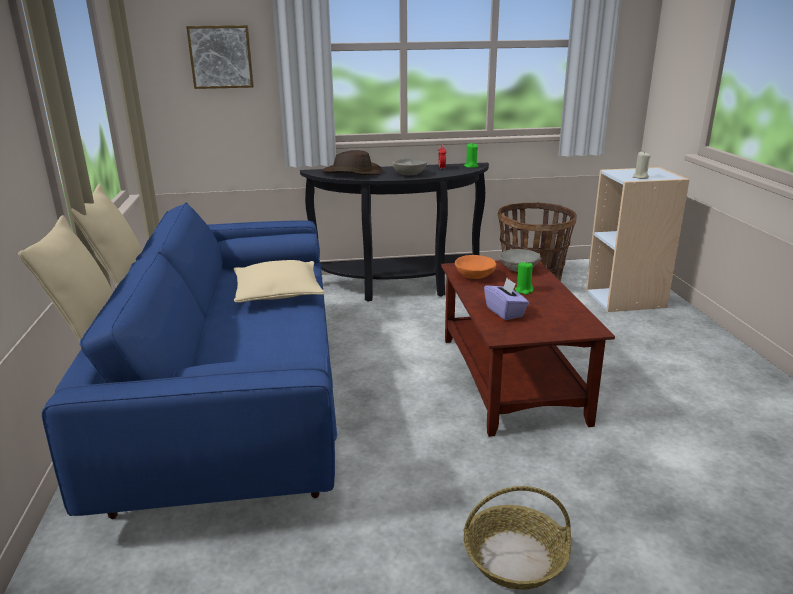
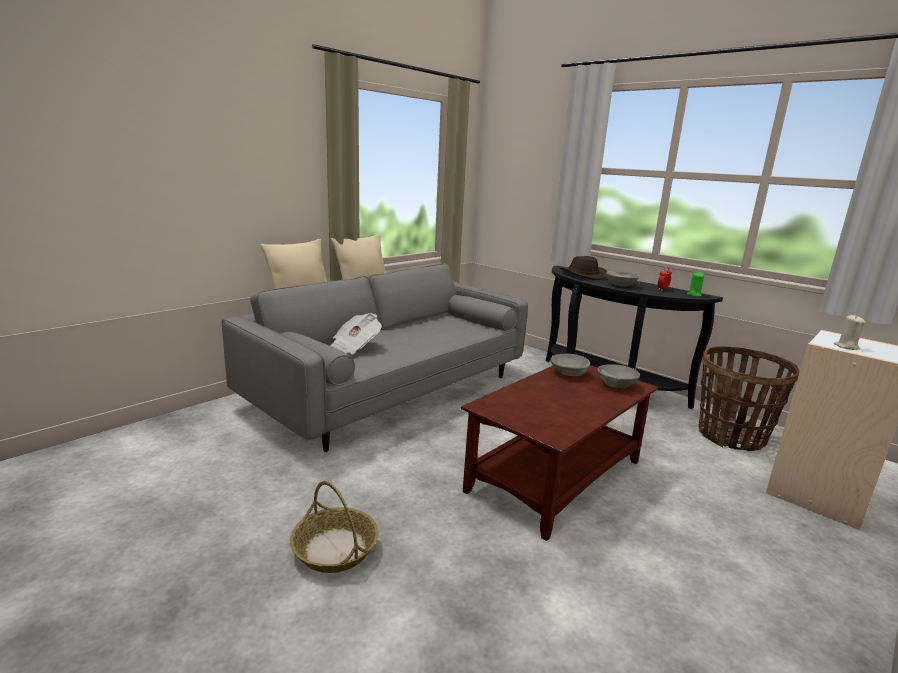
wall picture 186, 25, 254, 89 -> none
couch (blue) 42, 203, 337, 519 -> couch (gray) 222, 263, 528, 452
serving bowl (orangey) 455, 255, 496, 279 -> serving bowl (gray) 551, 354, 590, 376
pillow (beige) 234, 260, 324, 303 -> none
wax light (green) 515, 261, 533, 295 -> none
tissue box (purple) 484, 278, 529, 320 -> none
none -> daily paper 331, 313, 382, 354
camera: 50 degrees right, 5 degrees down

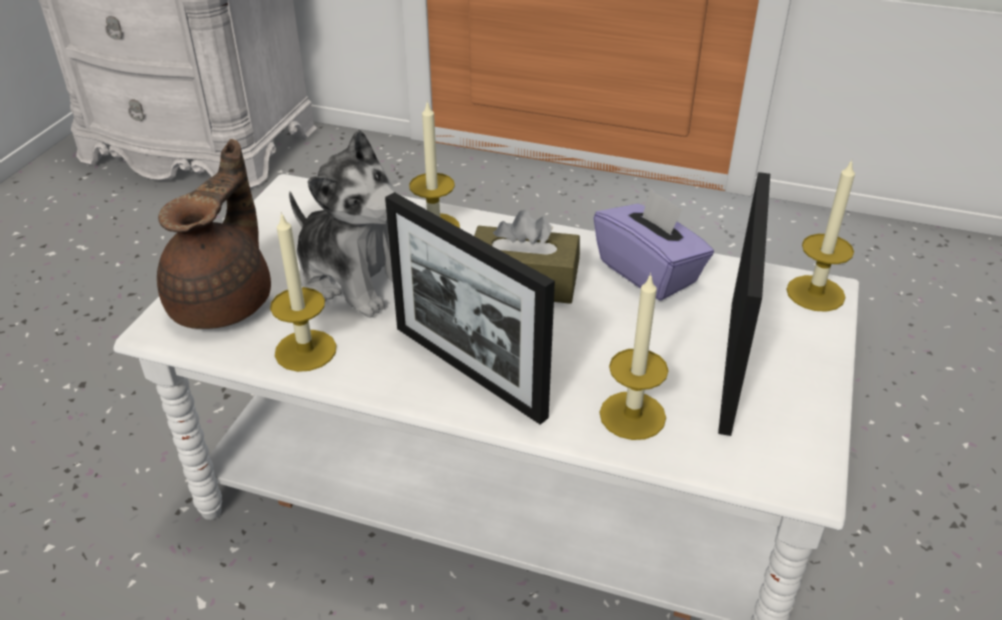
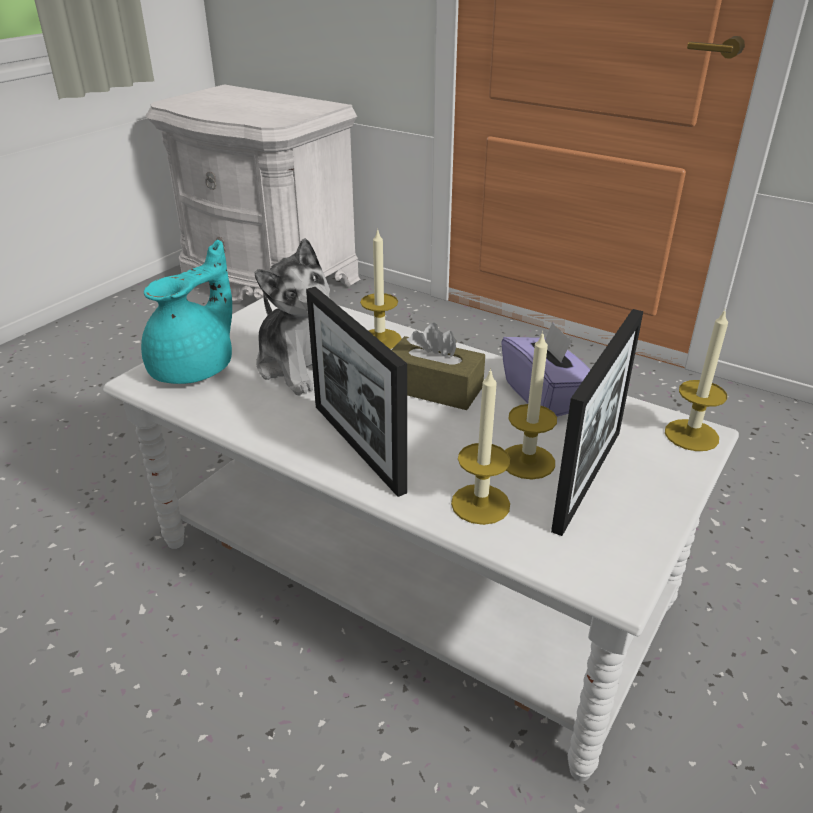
pot for tea (brown-coloured) 157, 139, 271, 329 -> pot for tea (turquoise) 141, 240, 232, 384
wax light 270, 212, 337, 372 -> wax light 505, 331, 557, 479, moved
camera: 15 degrees right, 5 degrees down

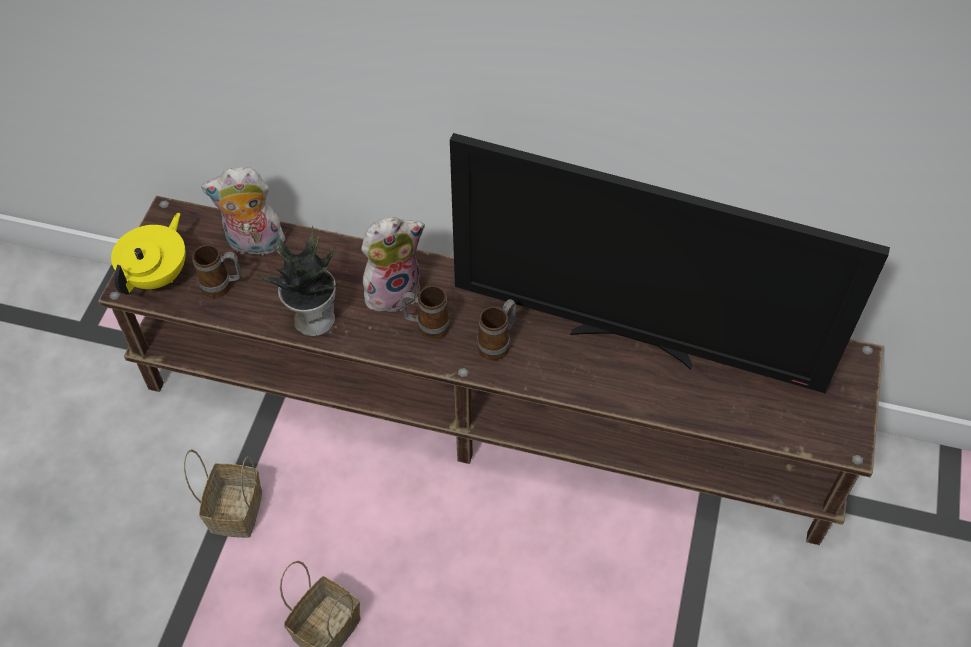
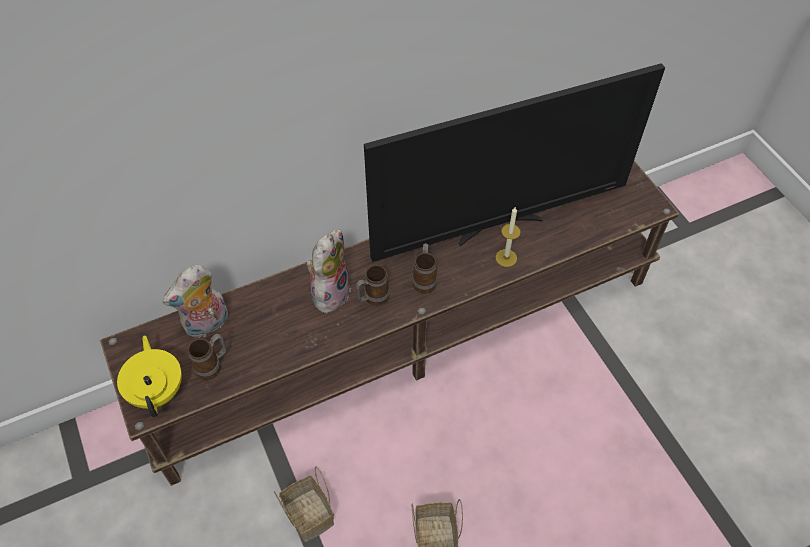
plant in a pot 256, 226, 338, 336 -> none
none -> wax light 496, 207, 521, 267
camera: 40 degrees left, 0 degrees up

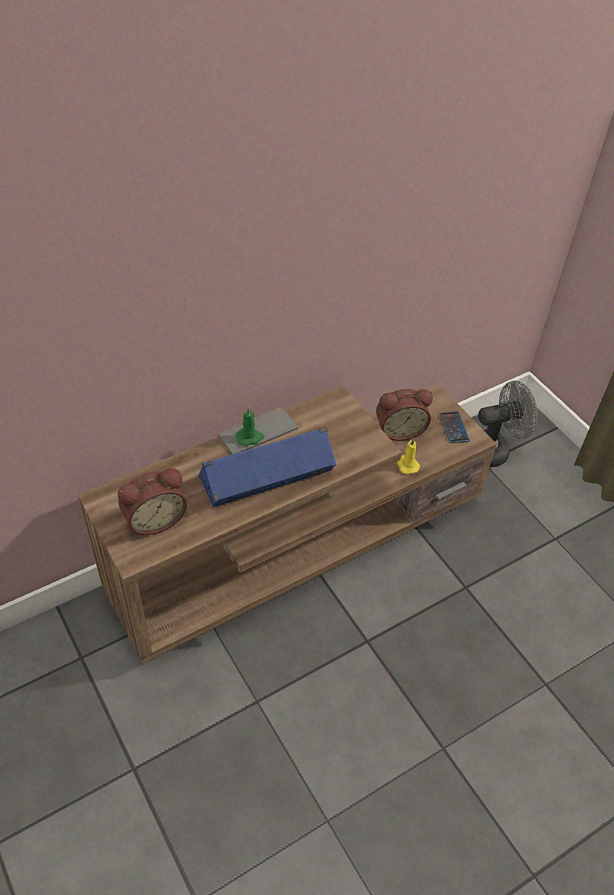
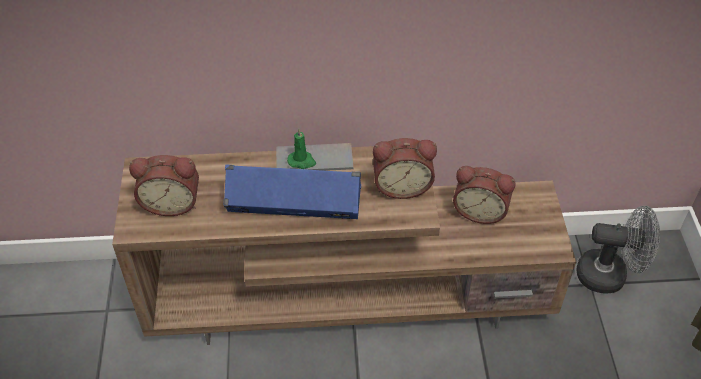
handset 440, 411, 470, 443 -> none
wax light (yellowish) 397, 438, 420, 475 -> none
none -> alarm clock 373, 138, 437, 199
camera: 30 degrees right, 0 degrees up

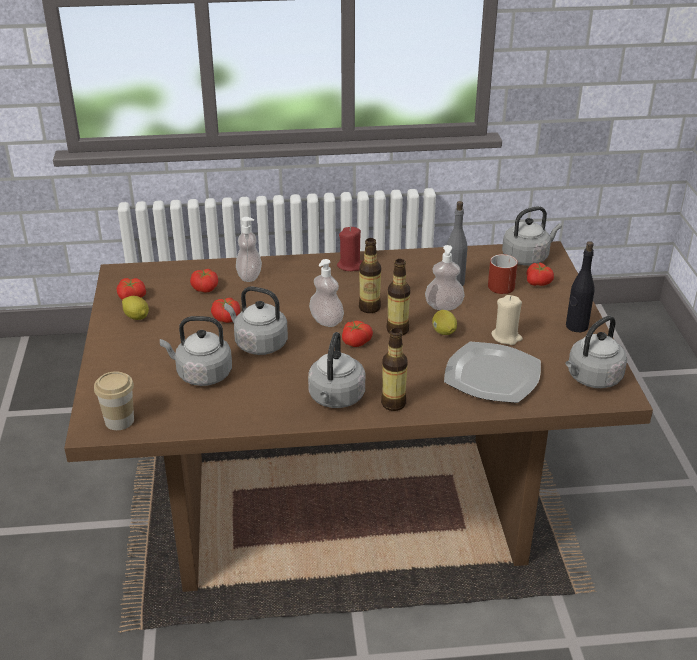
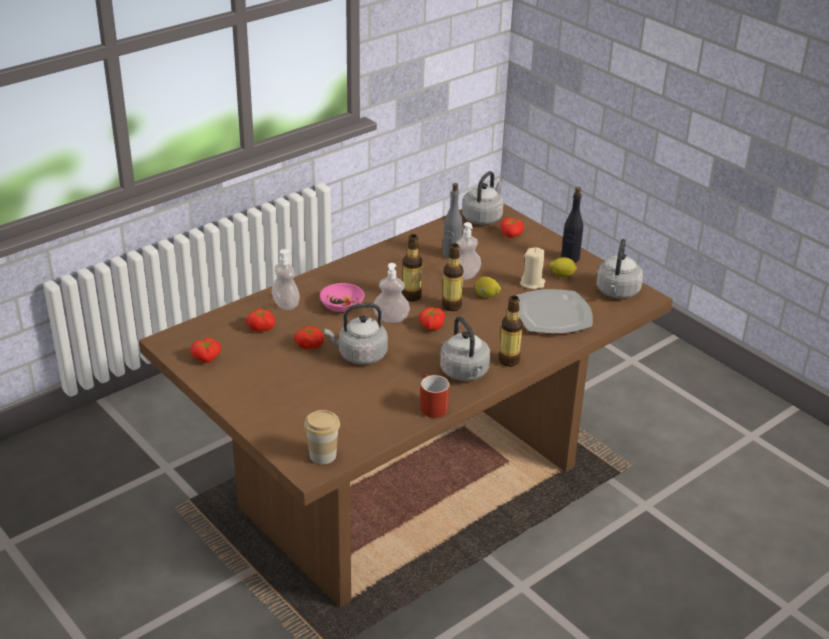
wax light (red-coloured) 337, 227, 363, 271 -> none
mug (red-coloured) 488, 254, 518, 294 -> mug (red-coloured) 420, 374, 450, 418, moved
lemon 122, 296, 149, 320 -> lemon 550, 257, 577, 277, moved
kettle (gray) 160, 316, 232, 386 -> none
none -> serving bowl (pink) 320, 283, 365, 312
camera: 35 degrees left, 0 degrees up

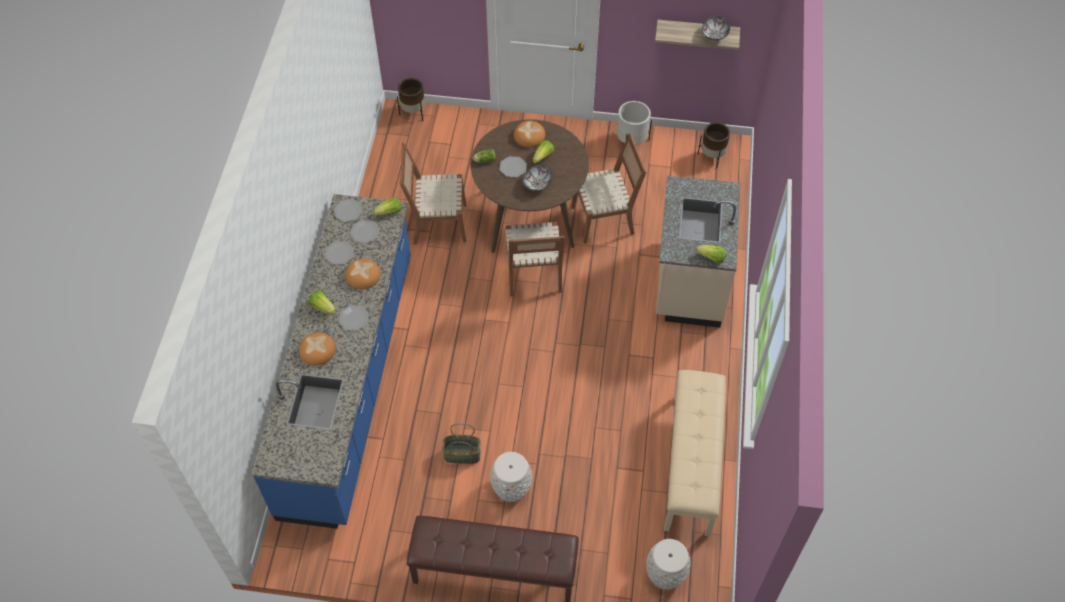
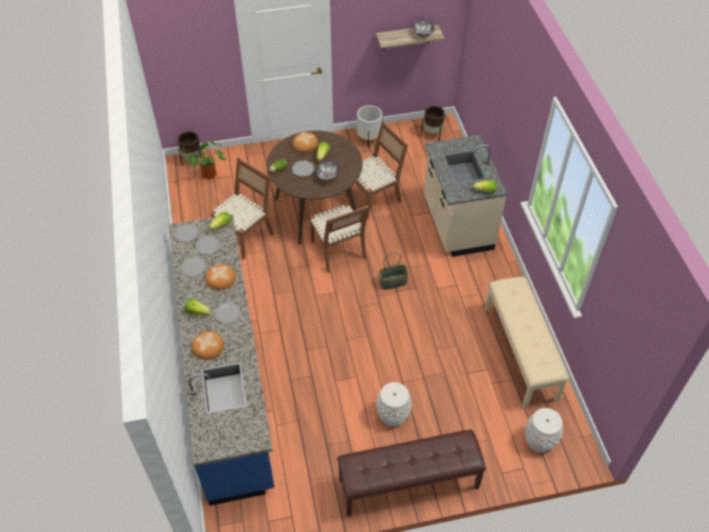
upright chair 400, 142, 467, 244 -> upright chair 211, 158, 274, 259, 150 degrees clockwise
basket 442, 423, 481, 464 -> basket 379, 253, 409, 290, moved
none -> plant in a pot 180, 140, 226, 180
camera: 20 degrees left, 5 degrees down

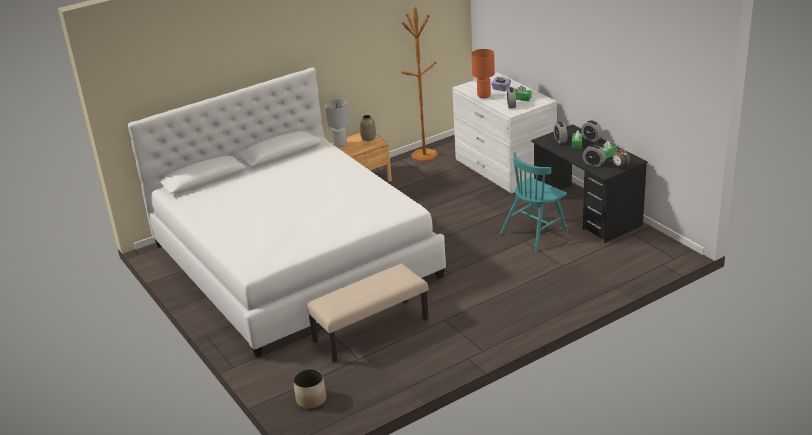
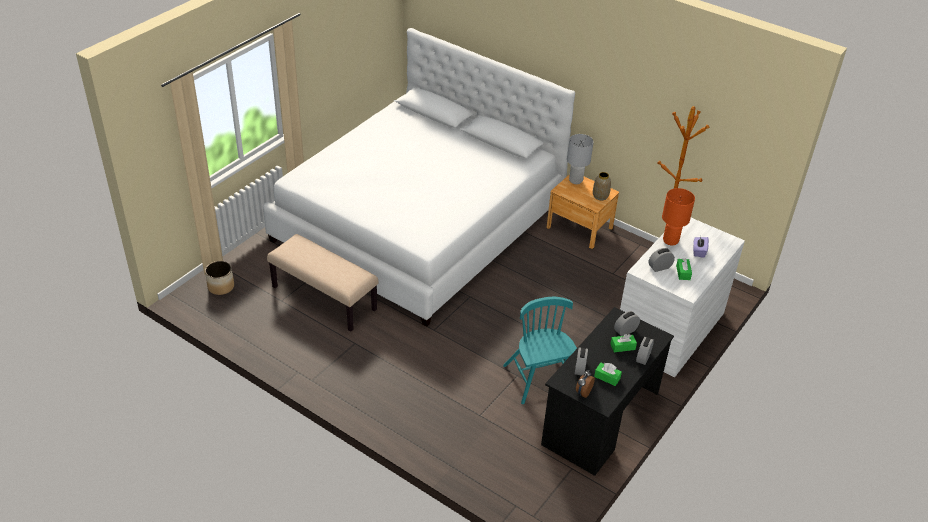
upright chair (turquoise) 500, 153, 568, 252 -> upright chair (turquoise) 503, 297, 577, 404, 45 degrees clockwise
camera: 65 degrees right, 10 degrees up

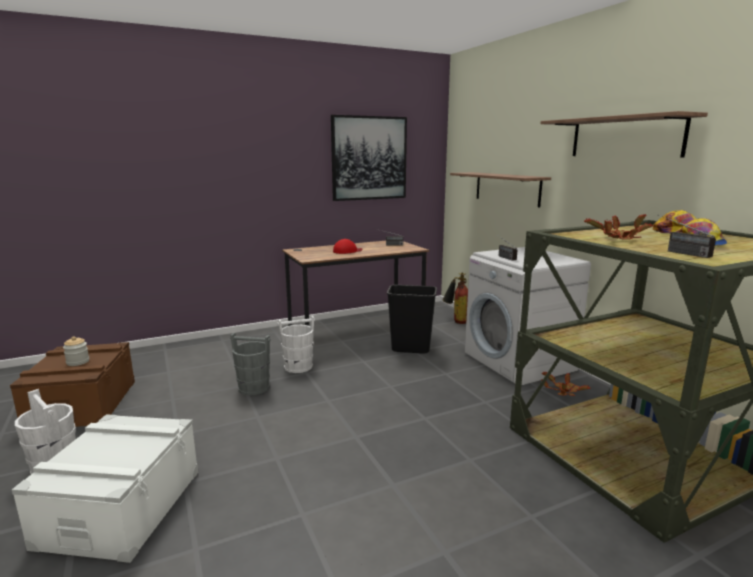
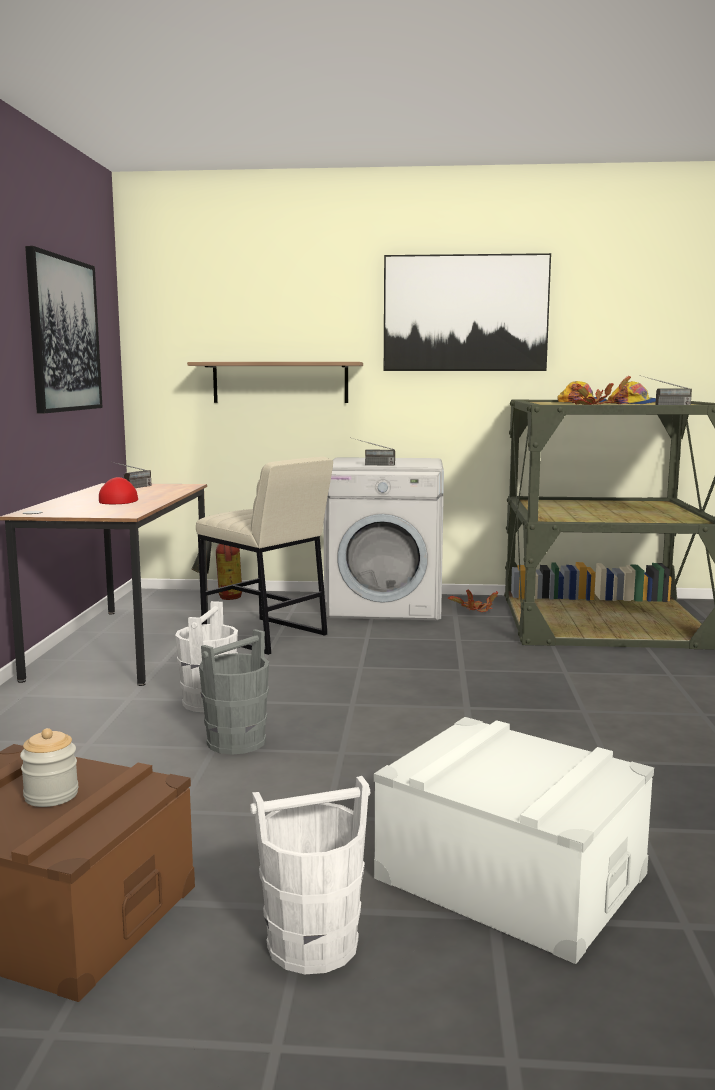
bracket shelf 540, 111, 708, 158 -> wall picture 384, 253, 551, 371
trash can (black) 387, 285, 437, 354 -> upright chair (beige) 196, 457, 333, 655
camera: 60 degrees left, 5 degrees down

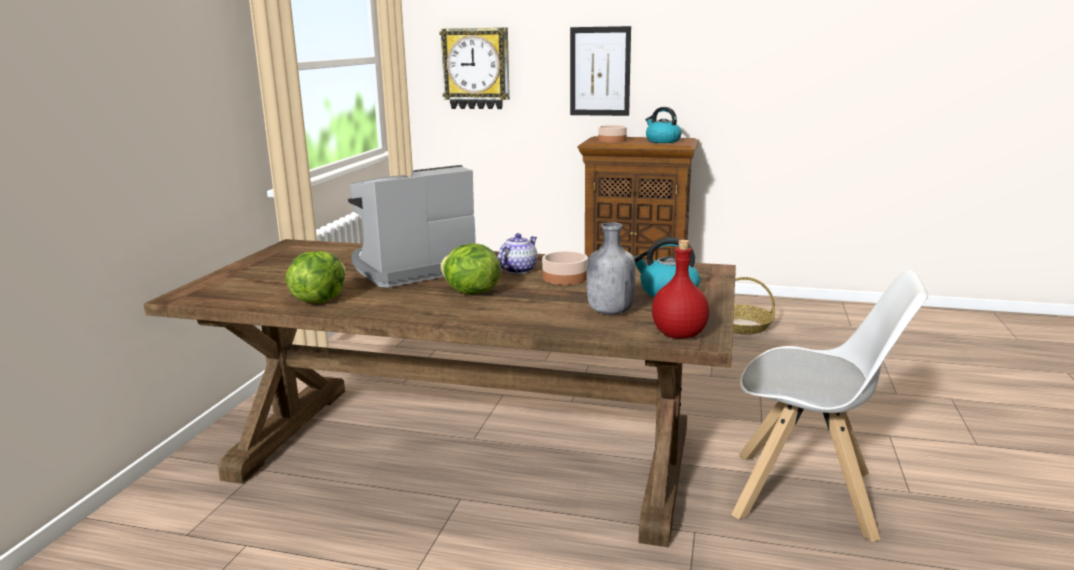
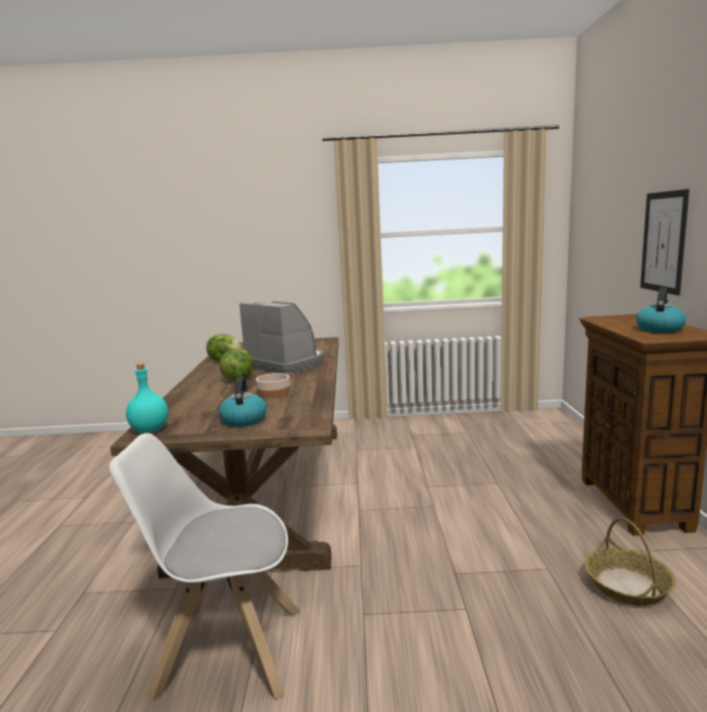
hanging clock 439, 28, 510, 109 -> none
serving bowl 598, 125, 627, 143 -> none
drink bottle (gray) 587, 222, 636, 315 -> none
pot for tea 498, 233, 537, 274 -> none
drink bottle (red-coloured) 652, 240, 709, 339 -> drink bottle (turquoise) 126, 363, 168, 433
upright chair 731, 270, 928, 542 -> upright chair 109, 433, 300, 700, 90 degrees clockwise
camera: 75 degrees right, 5 degrees down

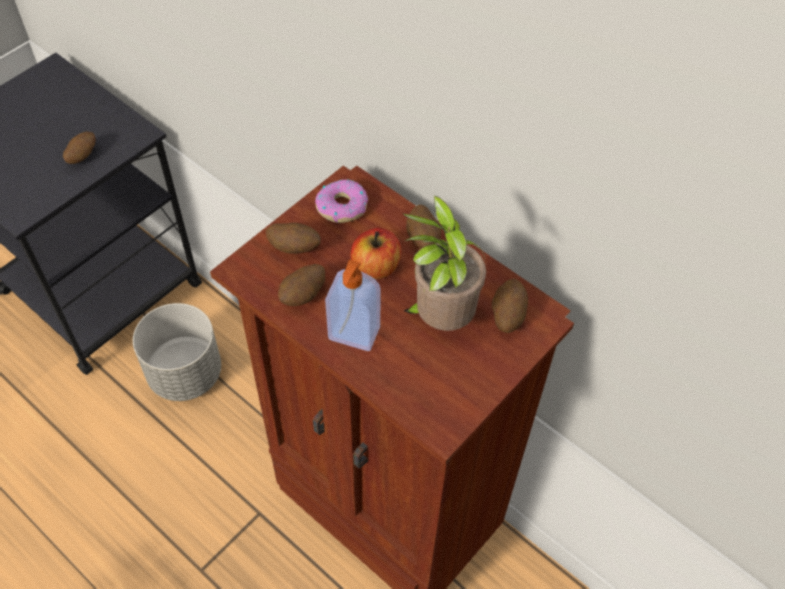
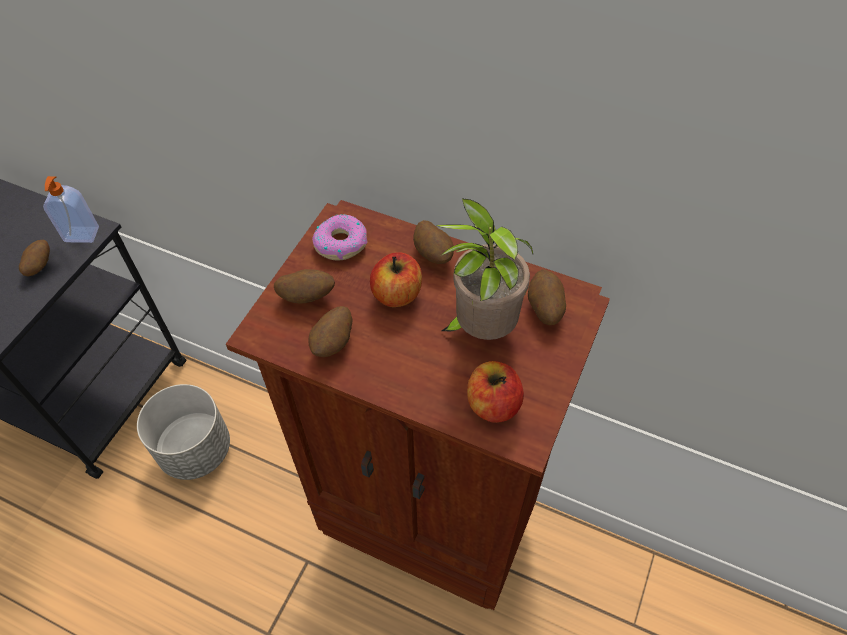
soap dispenser 325, 260, 381, 351 -> soap dispenser 43, 176, 99, 243, moved
none -> apple fruit 467, 361, 524, 423
camera: 15 degrees left, 0 degrees up

